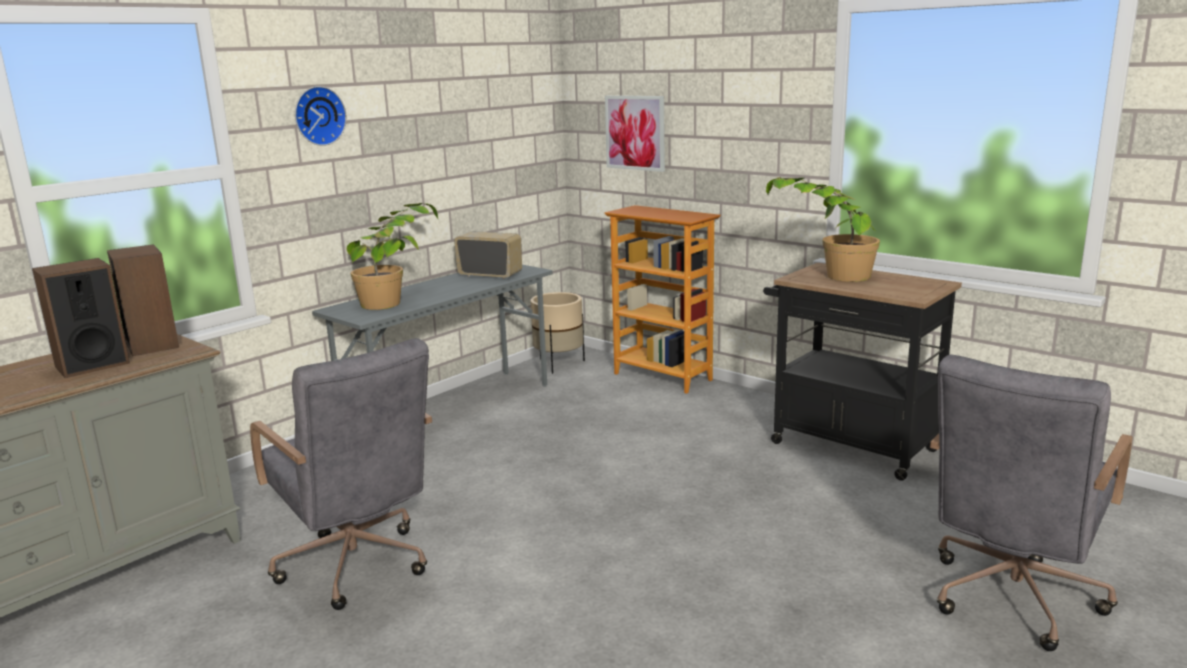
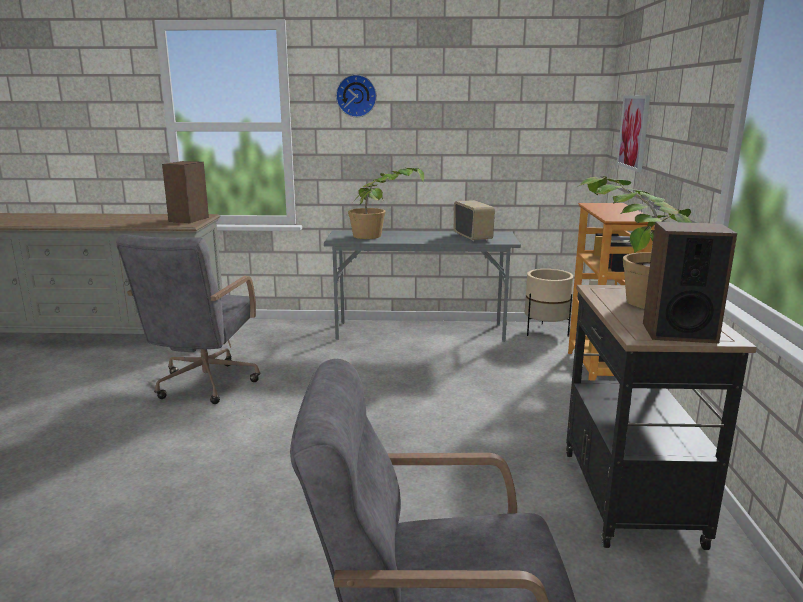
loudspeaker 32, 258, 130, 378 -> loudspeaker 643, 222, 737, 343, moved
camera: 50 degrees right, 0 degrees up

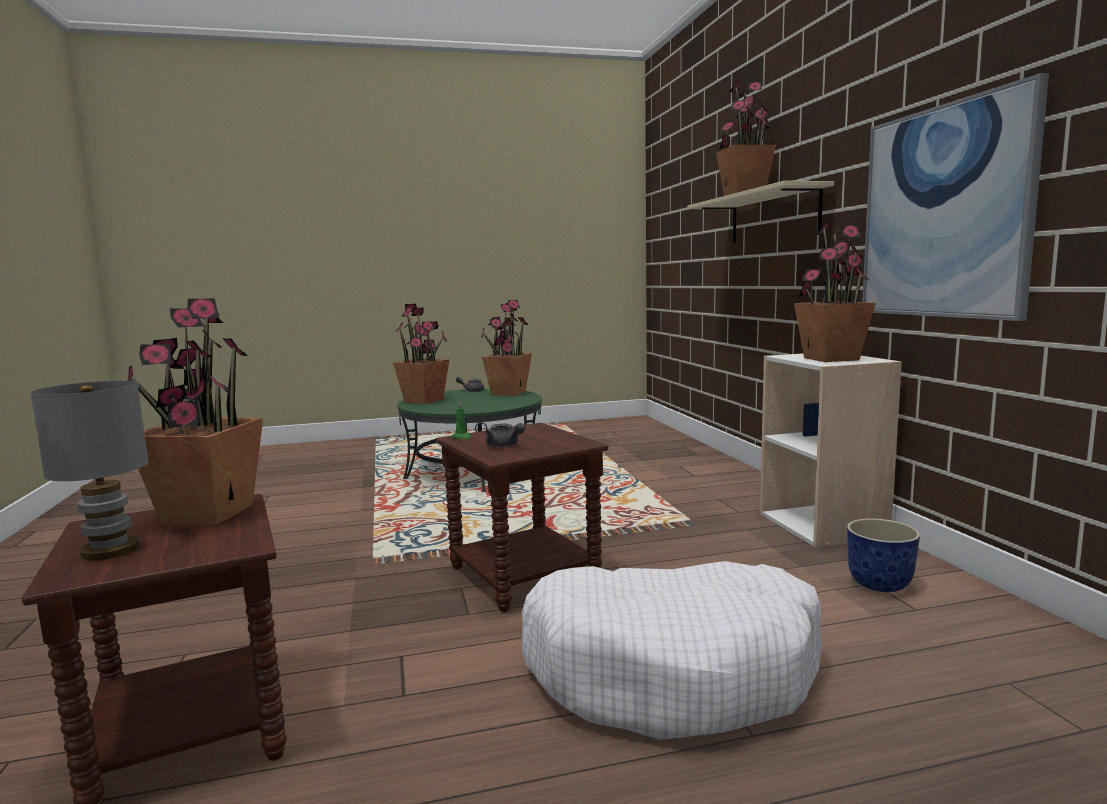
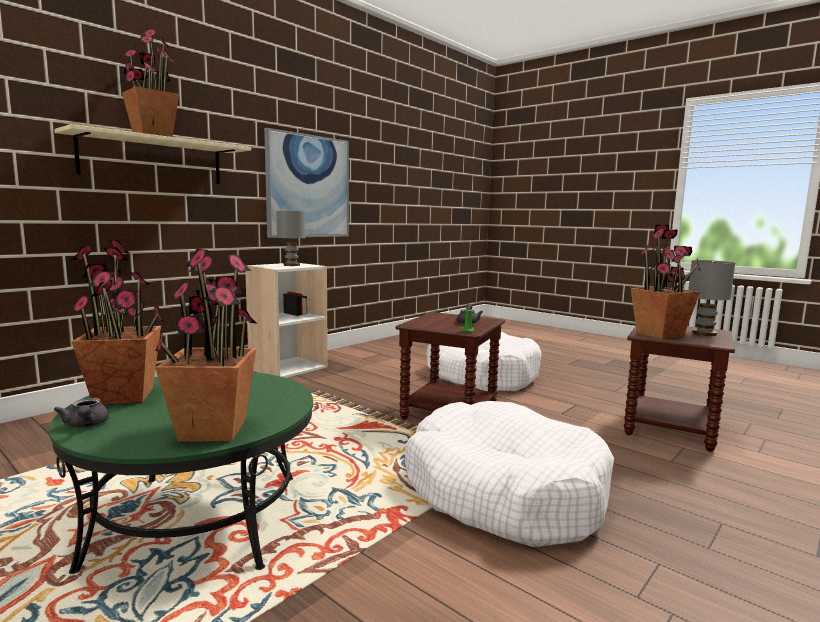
plant in a pot 794, 222, 876, 362 -> tabletop lamp (gray) 276, 210, 306, 266
flower pot 847, 518, 920, 592 -> none
none -> pet bed (white-coloured) 405, 401, 614, 547
camera: 125 degrees left, 0 degrees up

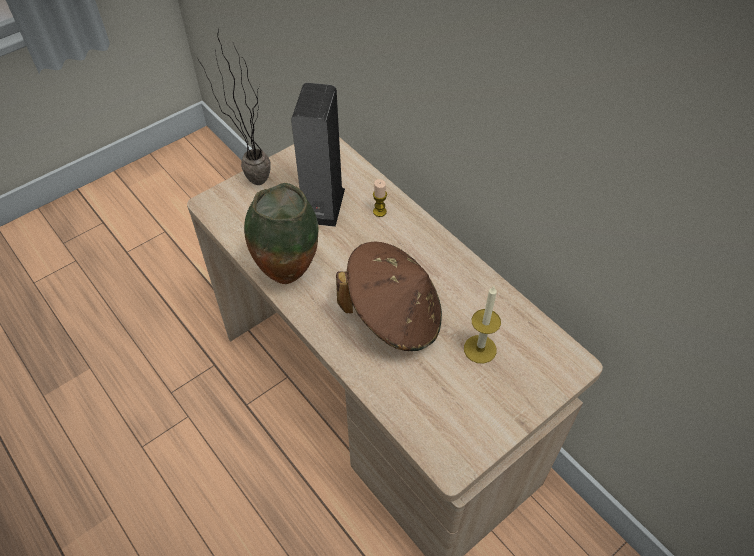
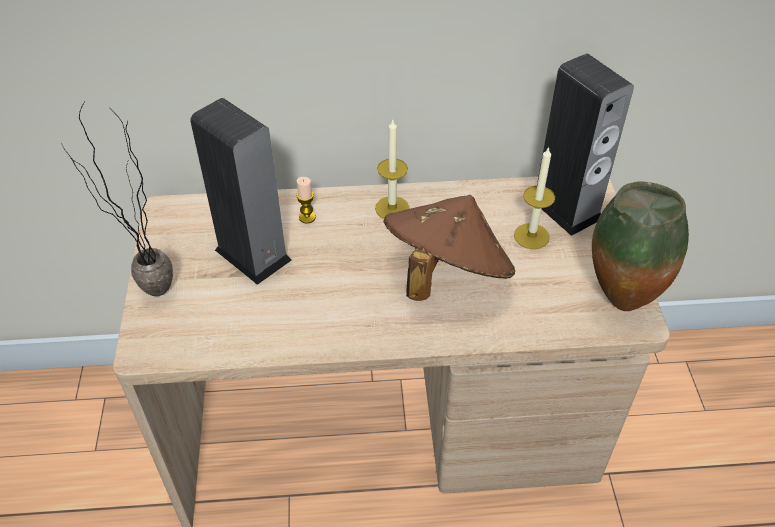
decorative vase 244, 183, 318, 284 -> decorative vase 592, 181, 689, 311, moved
none -> loudspeaker 537, 54, 634, 236
none -> wax light 375, 120, 410, 219
camera: 55 degrees left, 5 degrees down

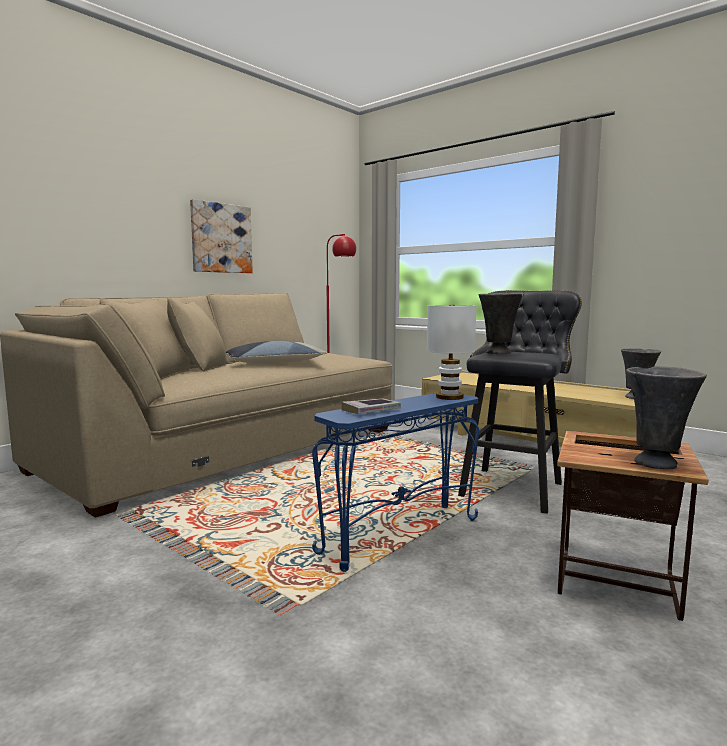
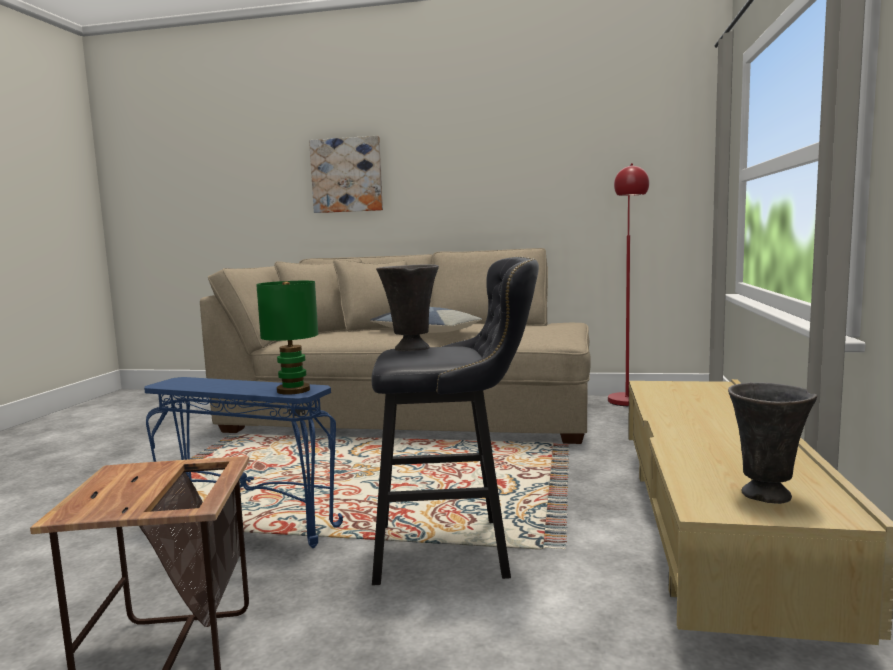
wall picture 190, 199, 253, 273 -> wall picture 309, 136, 383, 213, moved
tabletop lamp (white-coloured) 427, 304, 476, 400 -> tabletop lamp (green) 256, 281, 318, 395
decorative vase (gray) 626, 366, 707, 469 -> none
book 341, 399, 401, 414 -> none
camera: 60 degrees right, 0 degrees up

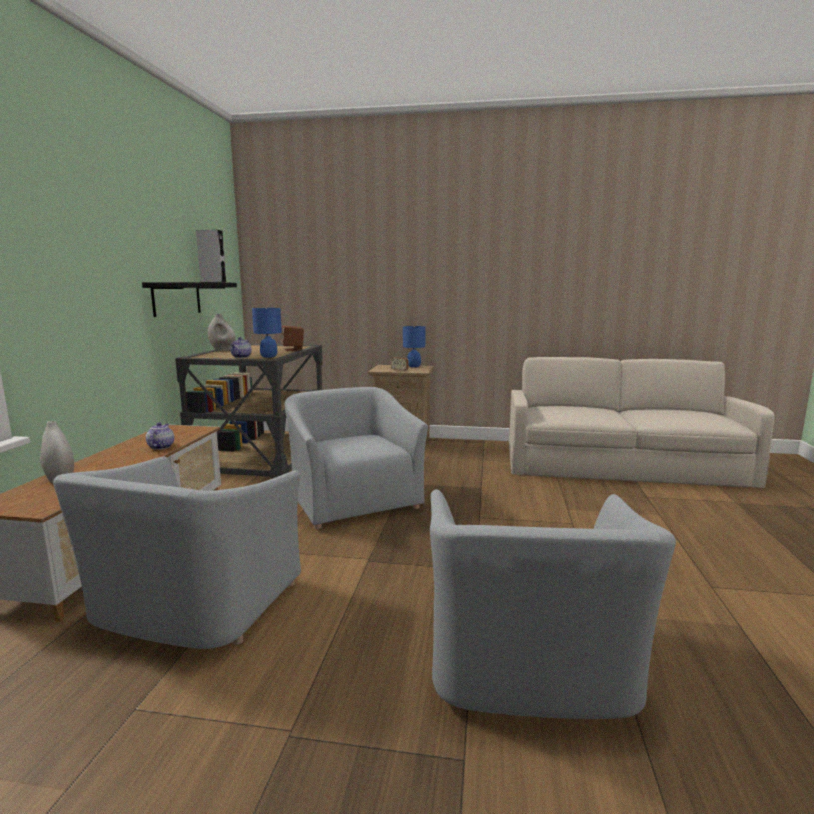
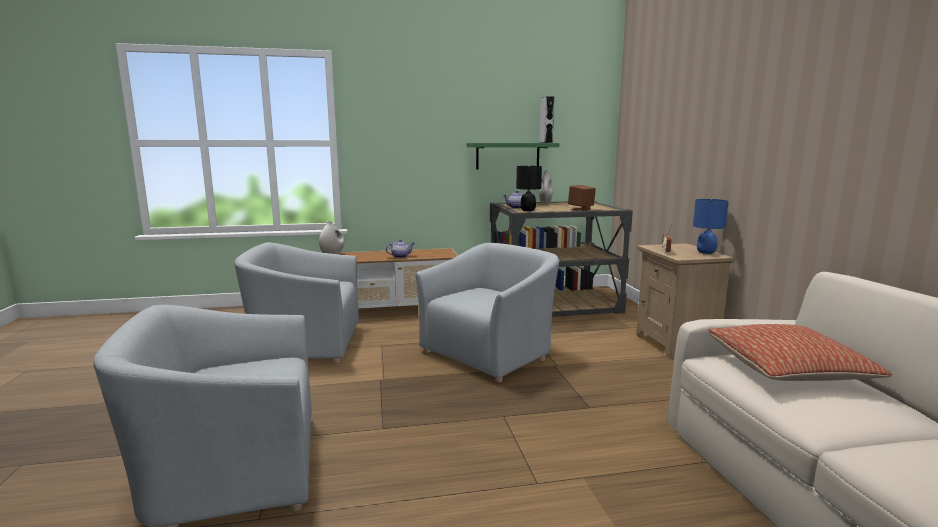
bracket shelf (black) 142, 282, 237, 317 -> bracket shelf (green) 467, 143, 559, 169
tabletop lamp (blue) 252, 308, 282, 358 -> tabletop lamp (black) 516, 165, 542, 211
none -> pillow 708, 324, 892, 381
camera: 70 degrees right, 0 degrees up

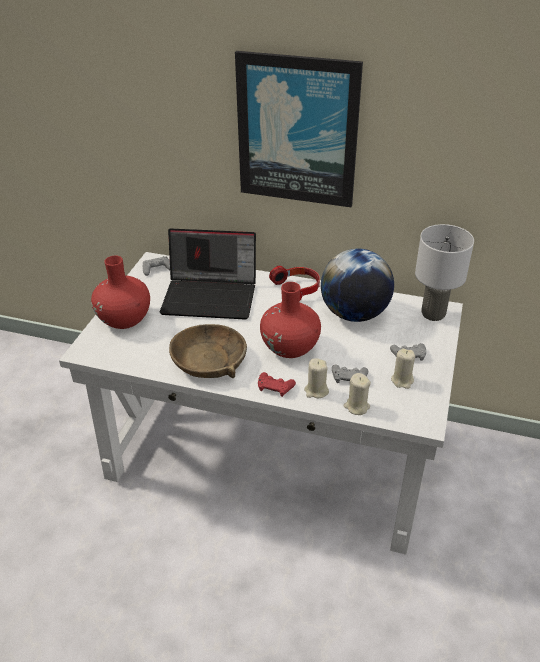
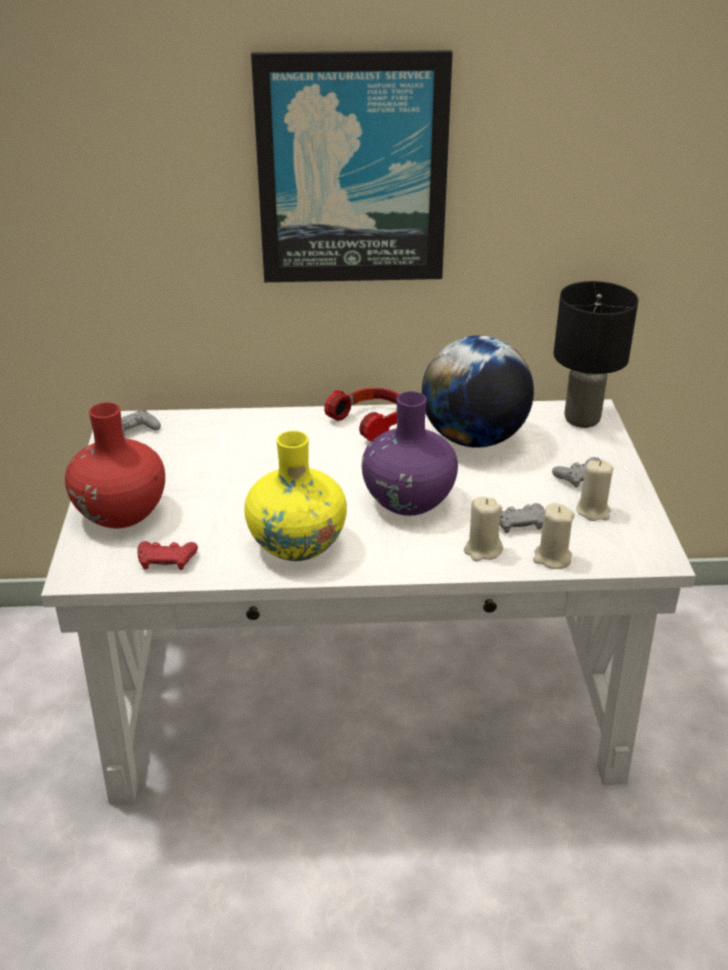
tabletop lamp (white-coloured) 415, 224, 474, 321 -> tabletop lamp (black) 553, 281, 638, 428
laptop 160, 228, 256, 320 -> none
decorative vase (red-coloured) 260, 282, 321, 358 -> decorative vase (purple) 362, 391, 458, 516
serving bowl (brown-coloured) 169, 324, 247, 378 -> decorative vase (yellowish) 244, 431, 347, 561
gamepad (red-coloured) 258, 372, 296, 397 -> gamepad (red-coloured) 137, 541, 198, 570, moved
camera: 20 degrees left, 5 degrees down

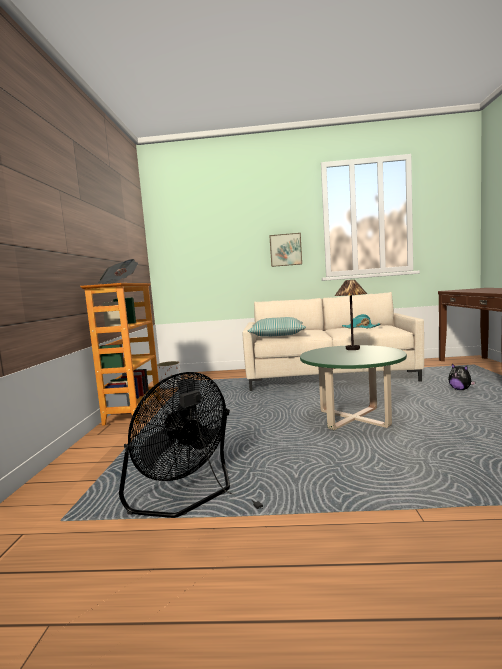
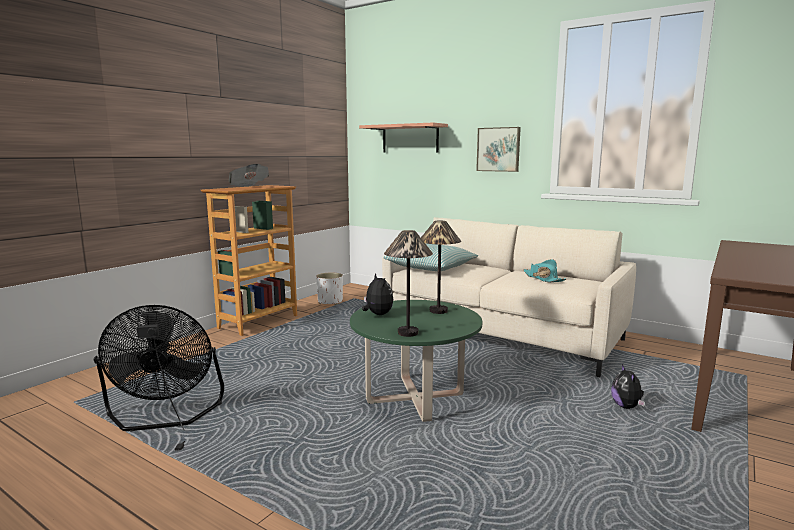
none -> bracket shelf 359, 123, 448, 153
none -> tabletop lamp 384, 230, 433, 337
none -> cuddly toy 362, 273, 393, 315
camera: 30 degrees right, 5 degrees up

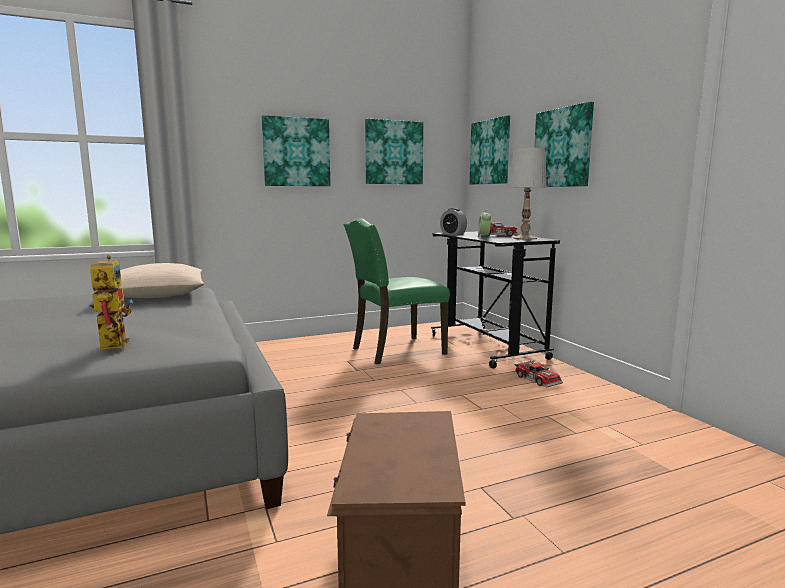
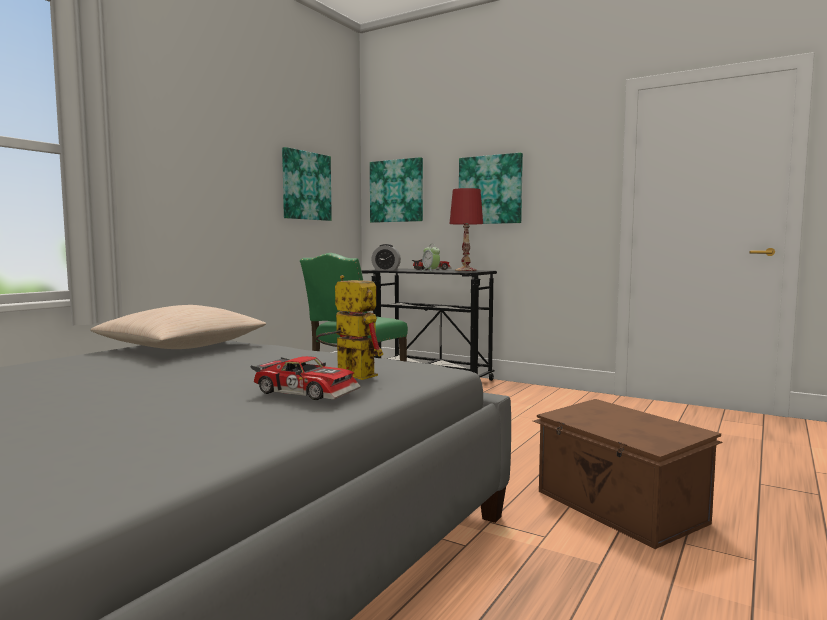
wall picture 262, 115, 331, 186 -> none
tabletop lamp (white-coloured) 509, 148, 547, 240 -> tabletop lamp (red-coloured) 449, 188, 483, 271
miniature car 515, 360, 563, 388 -> miniature car 250, 356, 361, 400, moved
camera: 35 degrees left, 5 degrees down

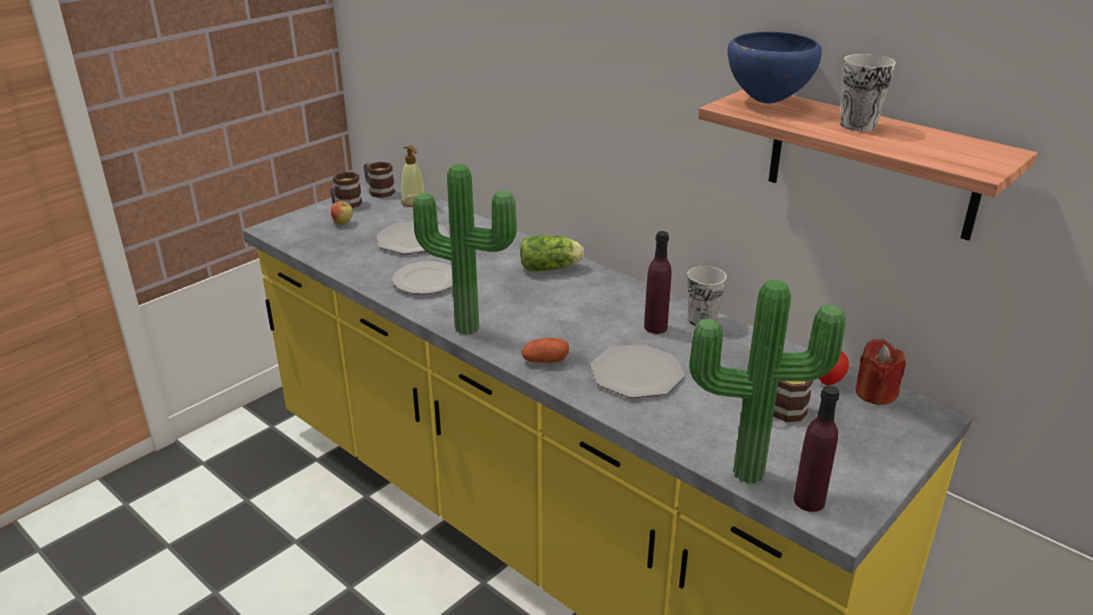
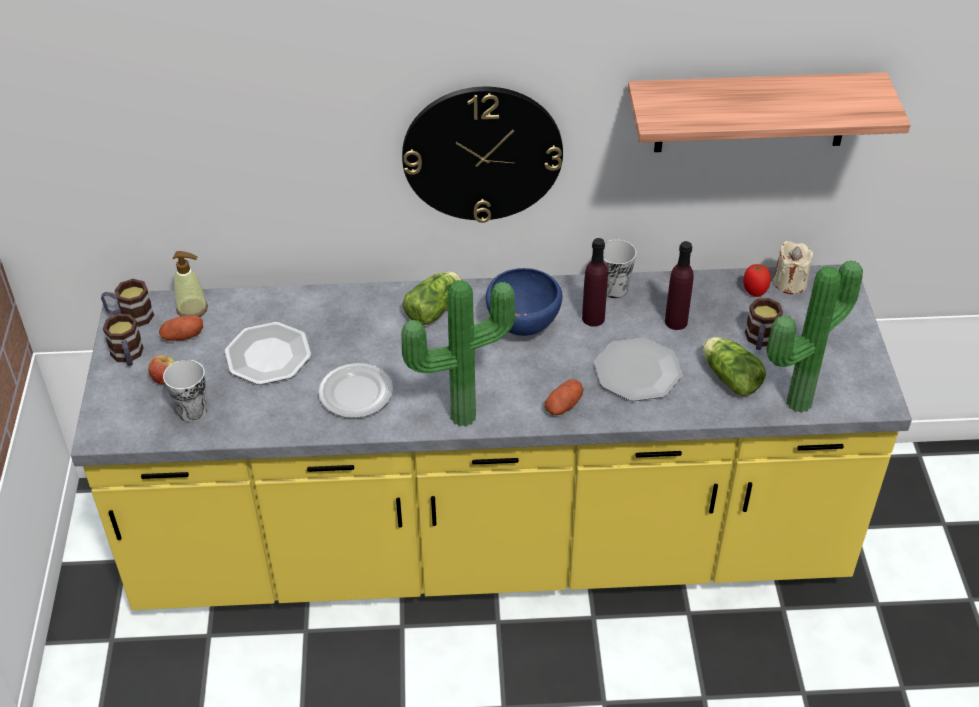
serving bowl (blue) 728, 32, 822, 104 -> serving bowl (blue) 486, 268, 562, 336, moved
drinking cup 840, 54, 896, 131 -> drinking cup 163, 360, 207, 422, moved
wax light (red-coloured) 855, 339, 906, 405 -> wax light (beige) 773, 241, 813, 294
drink bottle (purple) 794, 385, 839, 512 -> drink bottle (purple) 665, 241, 694, 330, moved
none -> hanging clock 402, 87, 563, 223
none -> potato 159, 315, 203, 341
none -> head of lettuce 703, 337, 766, 396
camera: 45 degrees left, 15 degrees up

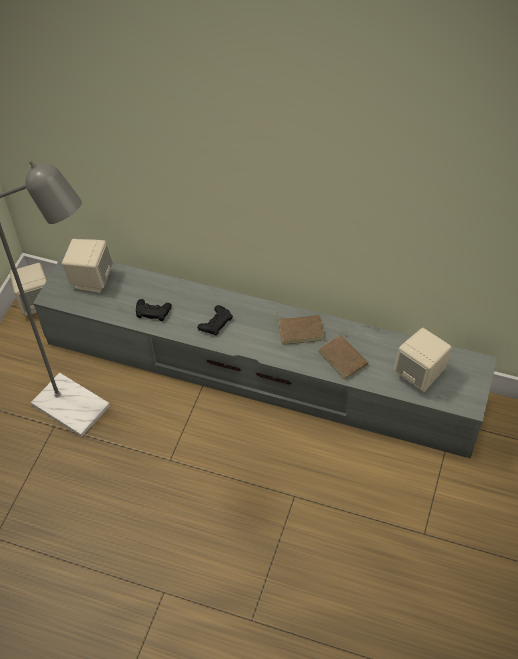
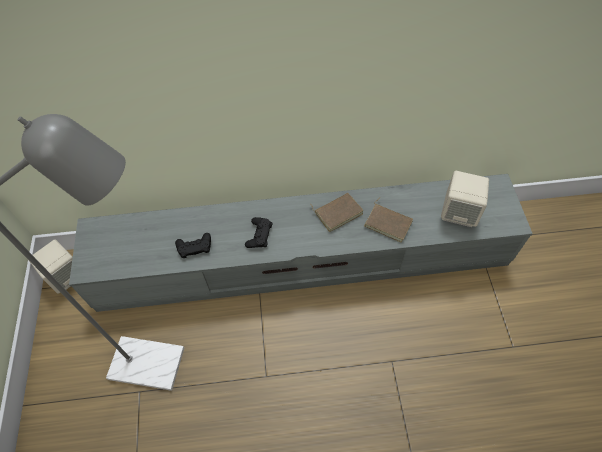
loudspeaker (beige) 62, 239, 113, 293 -> none
camera: 25 degrees left, 5 degrees up

